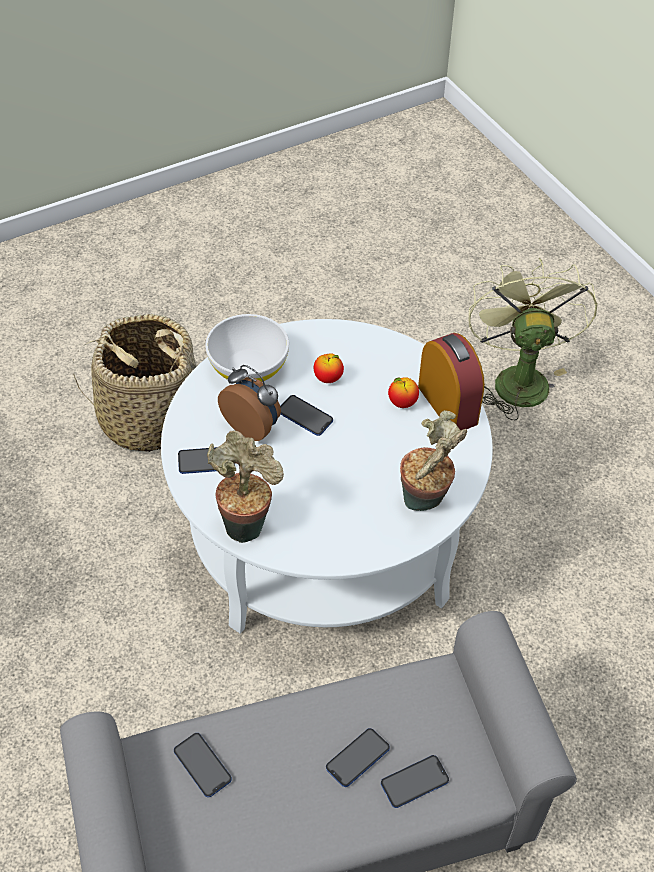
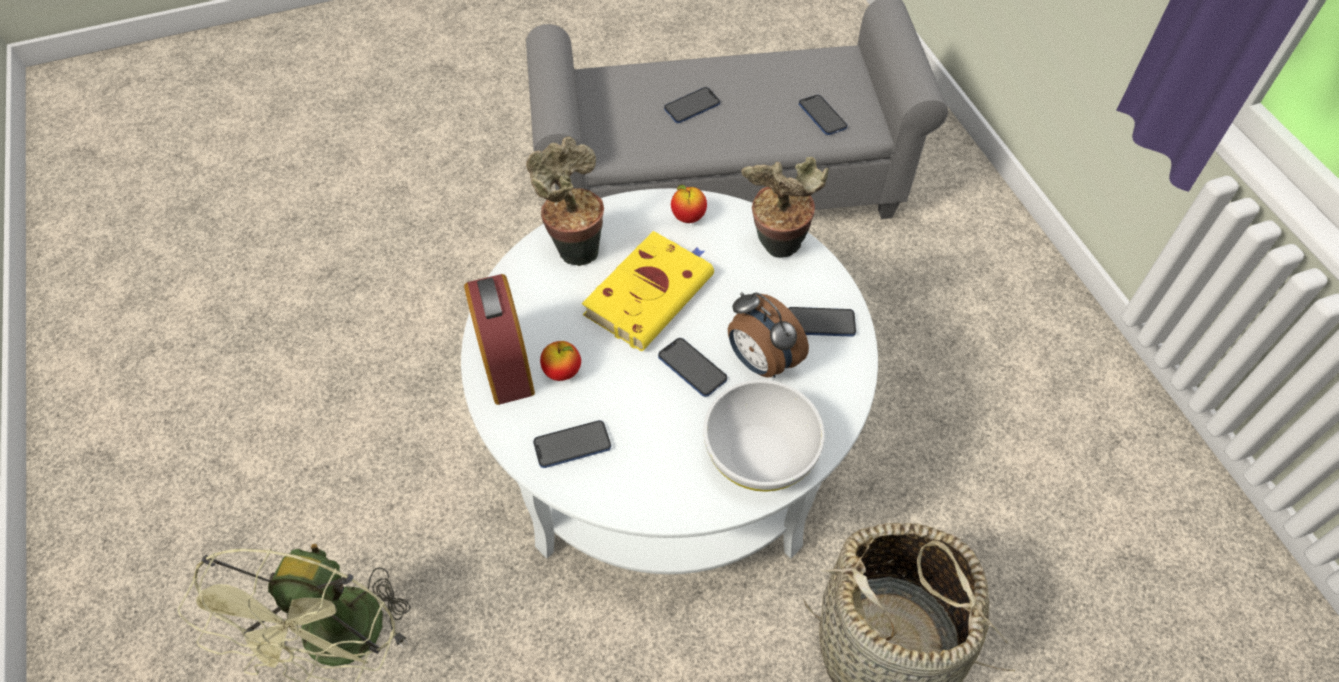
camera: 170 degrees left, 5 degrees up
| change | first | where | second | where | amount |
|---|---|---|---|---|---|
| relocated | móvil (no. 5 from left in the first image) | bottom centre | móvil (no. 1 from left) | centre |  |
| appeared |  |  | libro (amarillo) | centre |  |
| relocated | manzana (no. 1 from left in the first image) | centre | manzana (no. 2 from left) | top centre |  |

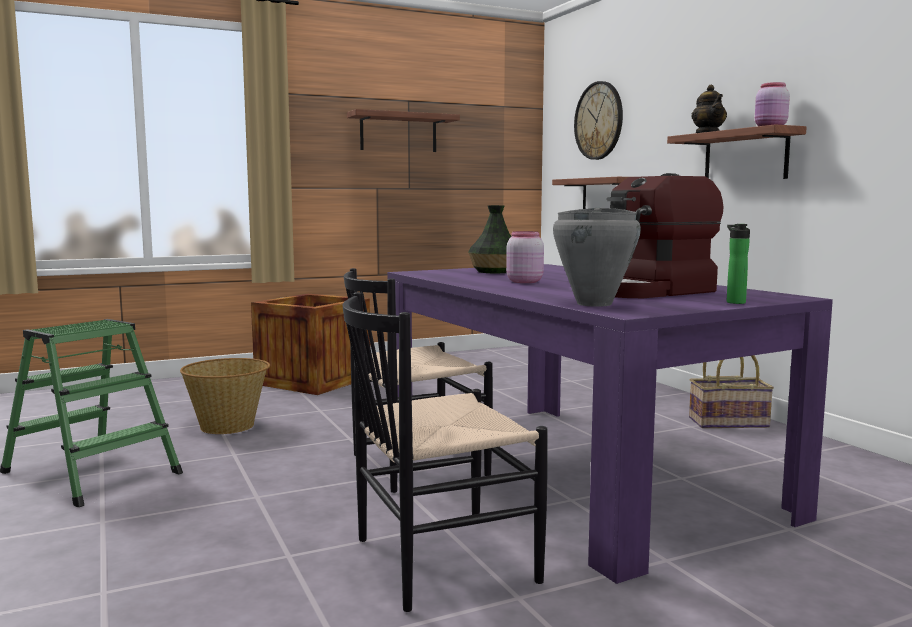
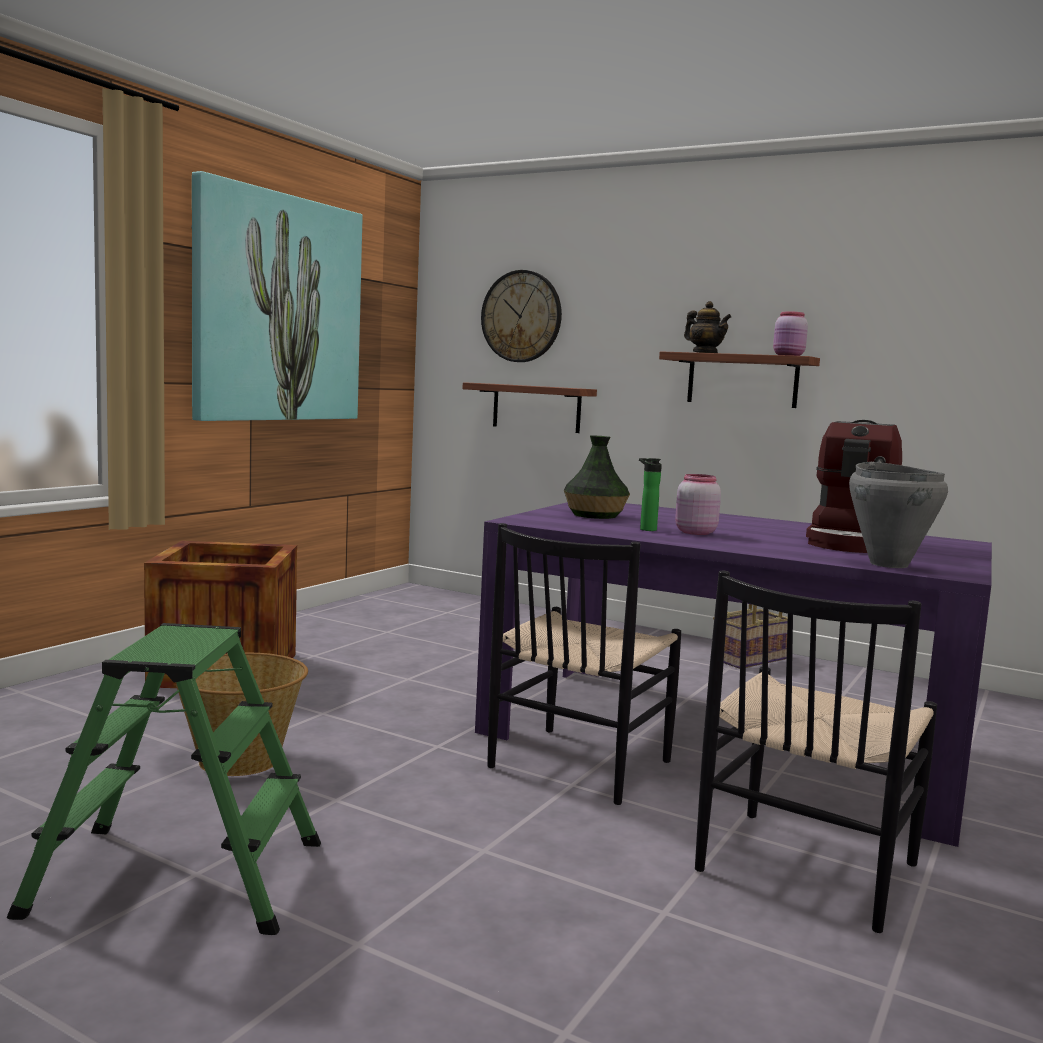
camera: 35 degrees left, 0 degrees up
| change | first | where | second | where | amount |
|---|---|---|---|---|---|
| exchanged | estante (no. 1 from left) | top centre | cuadro | top left |  |
| relocated | botella | middle right |  | centre |  |

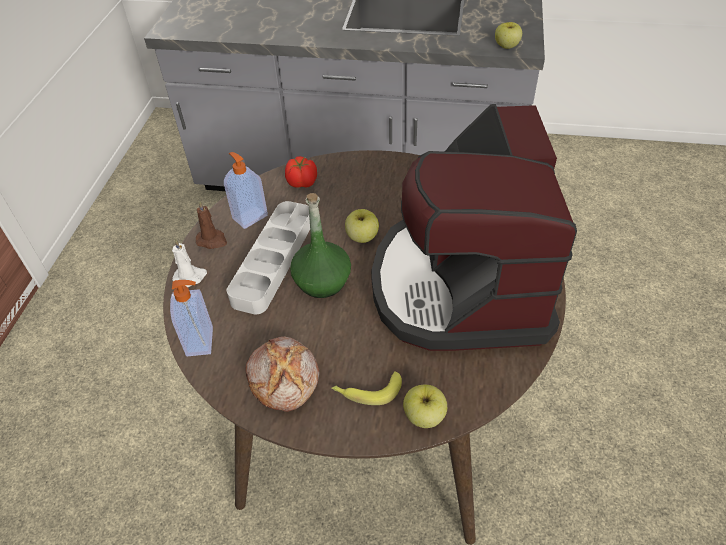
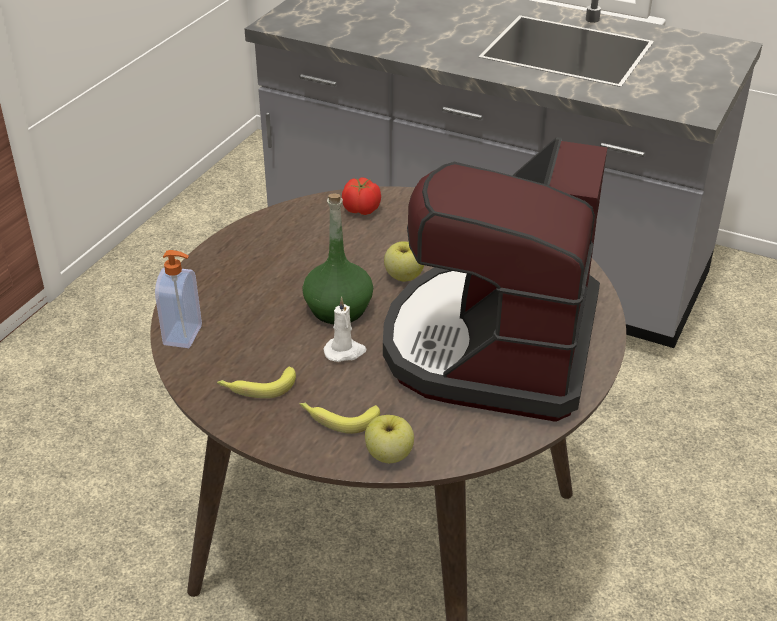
camera: 15 degrees right, 10 degrees down
| change | first | where | second | where | amount |
|---|---|---|---|---|---|
| exchanged | pan | bottom centre | plátano (no. 1 from left) | middle left |  |
| relocated | vela (blanco) | middle left |  | centre |  |
| missing | vela (marrón) | middle left |  |  |  |
| missing | dispensador de jabón (no. 2 from left) | centre |  |  |  |
| missing | bandeja (gris) | centre |  |  |  |
| missing | manzana (no. 3 from left) | top right |  |  |  |

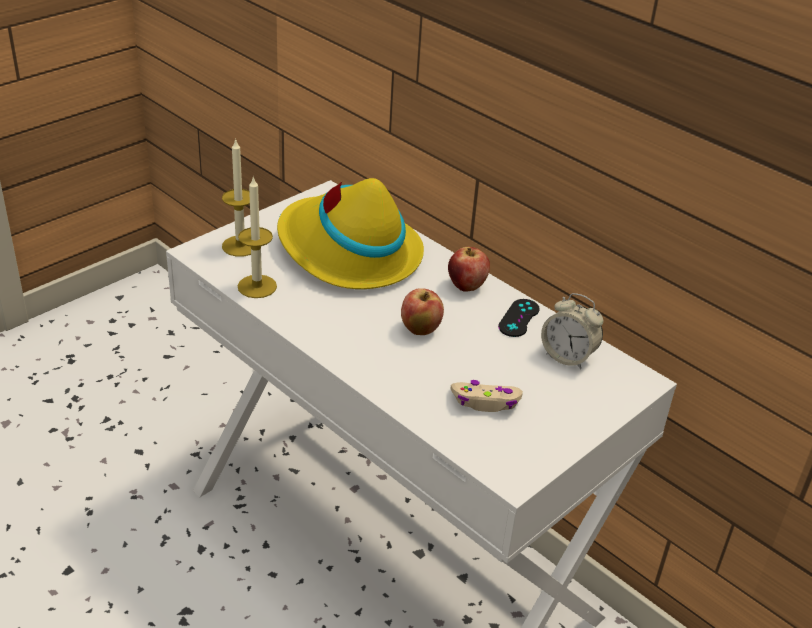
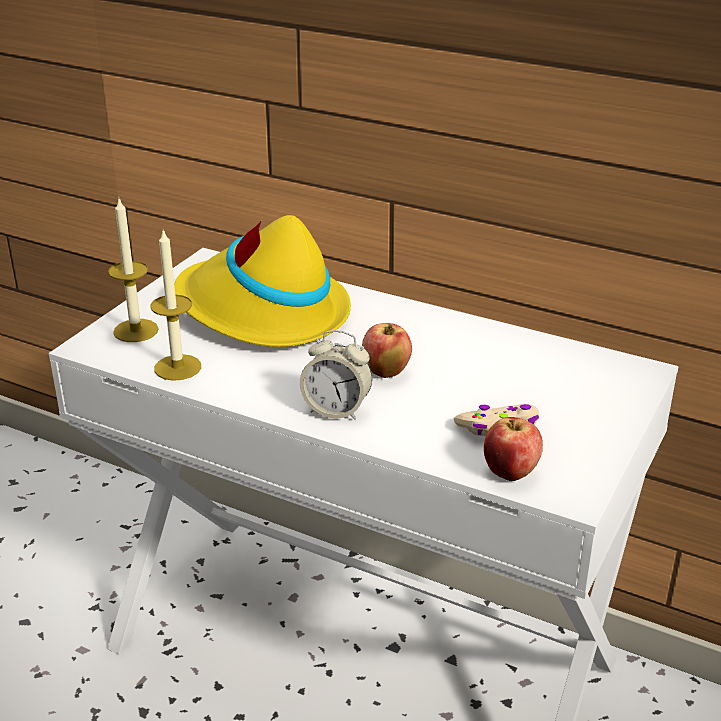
camera: 15 degrees left, 5 degrees down
| change | first | where | second | where | amount |
|---|---|---|---|---|---|
| relocated | despertador | middle right |  | centre |  |
| relocated | manzana (no. 2 from left) | centre |  | middle right |  |
| missing | mando de consola (negro) | centre |  |  |  |

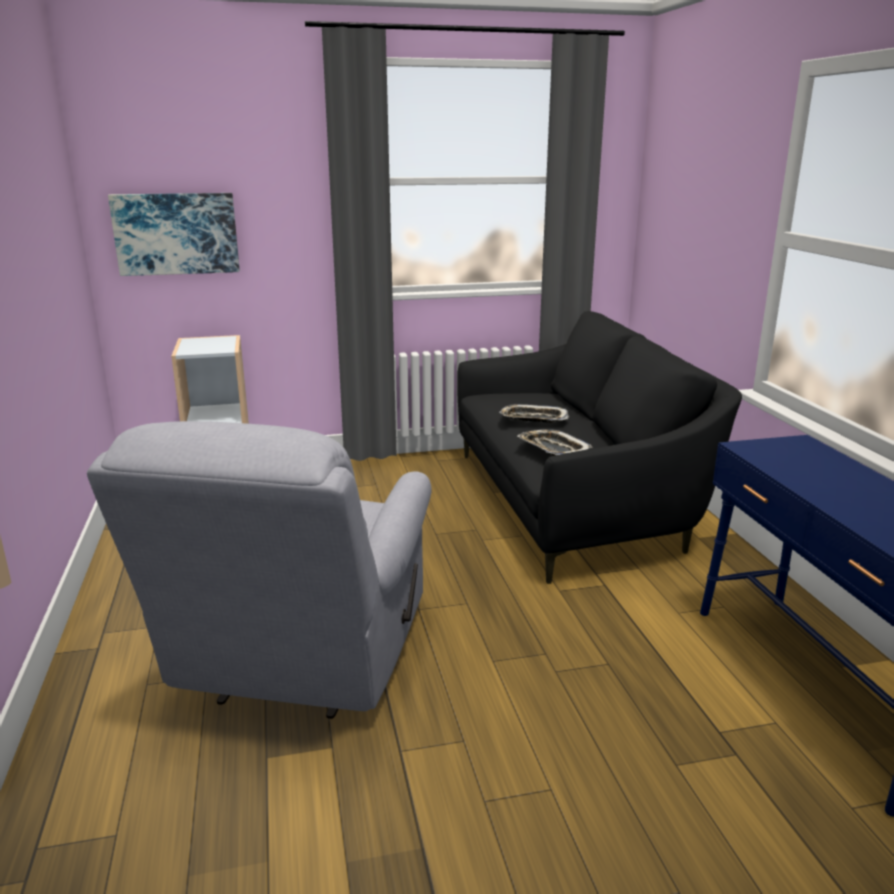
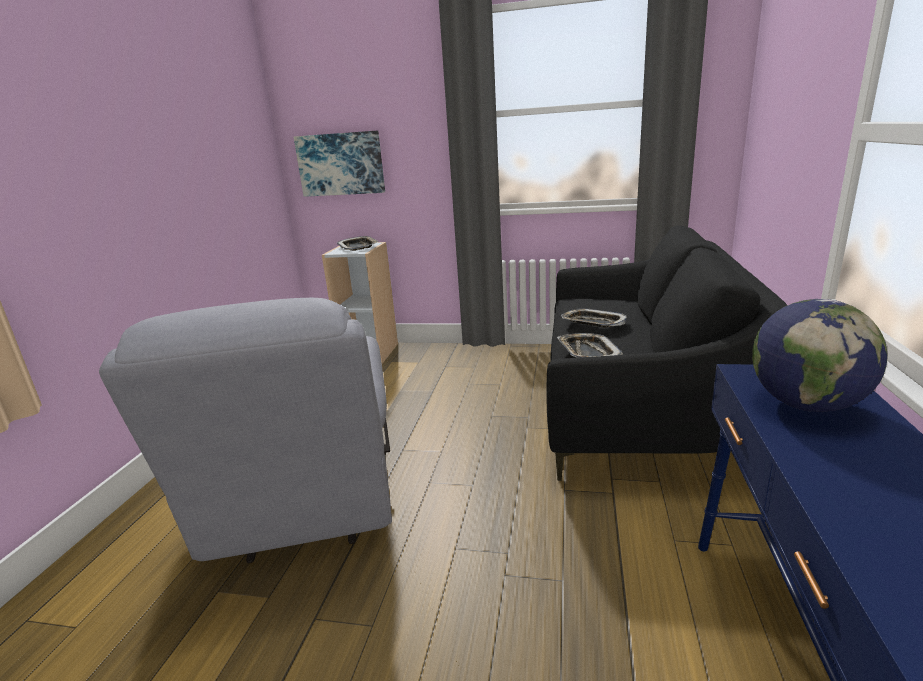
camera: 25 degrees right, 0 degrees up
| change | first | where | second | where | amount |
|---|---|---|---|---|---|
| spun | sillón (gris) | middle left |  | middle left | 45 degrees counterclockwise |
| appeared |  |  | bandeja (no. 1 from left) | centre |  |
| appeared |  |  | globo terráqueo | middle right |  |

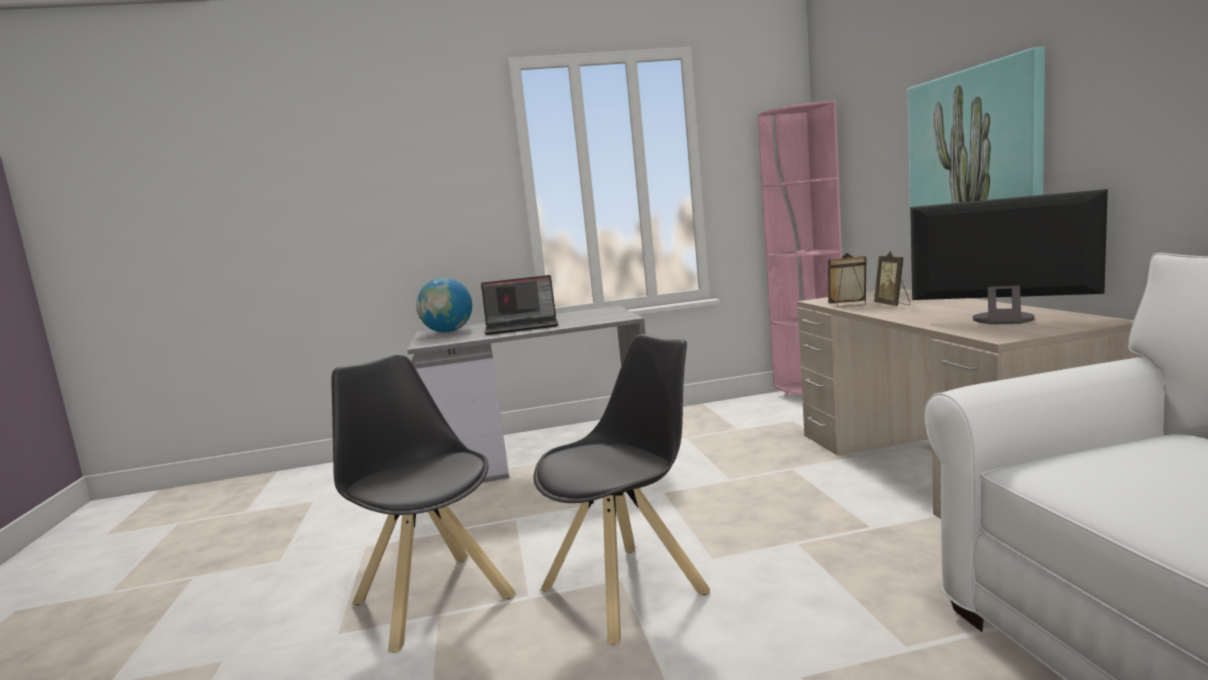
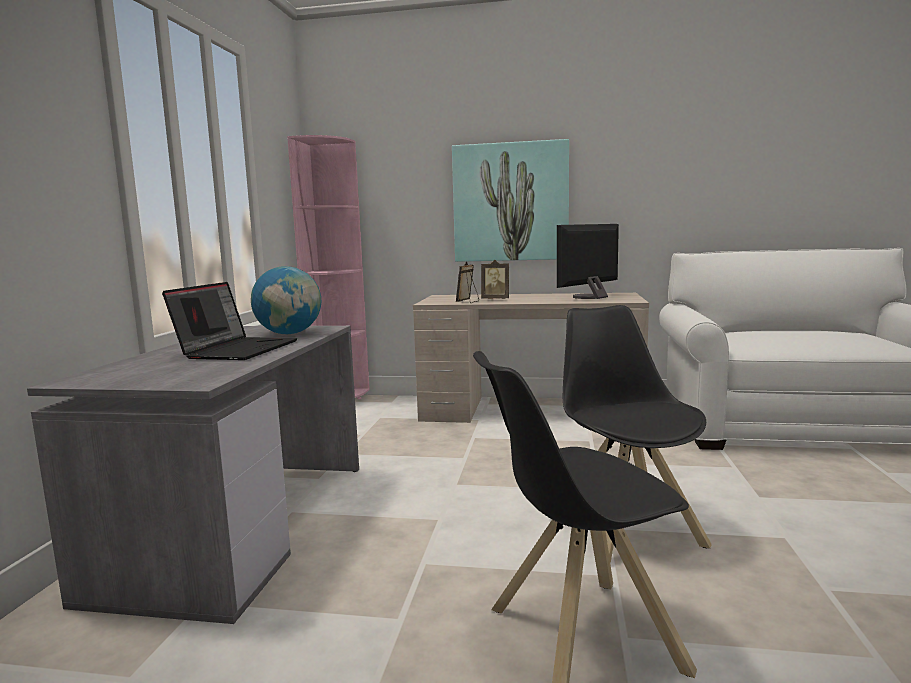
camera: 70 degrees left, 0 degrees up
| change | first | where | second | where | amount |
|---|---|---|---|---|---|
| relocated | globo terráqueo | centre |  | middle left |  |

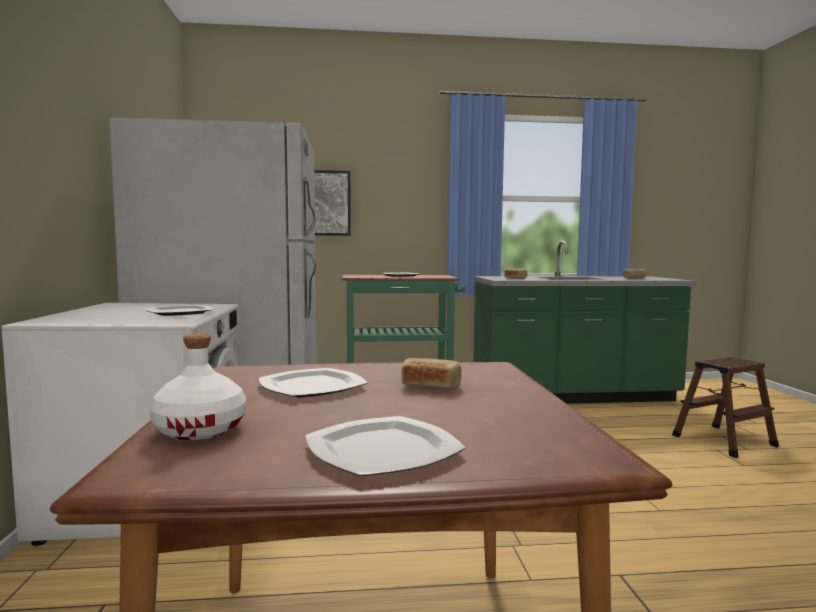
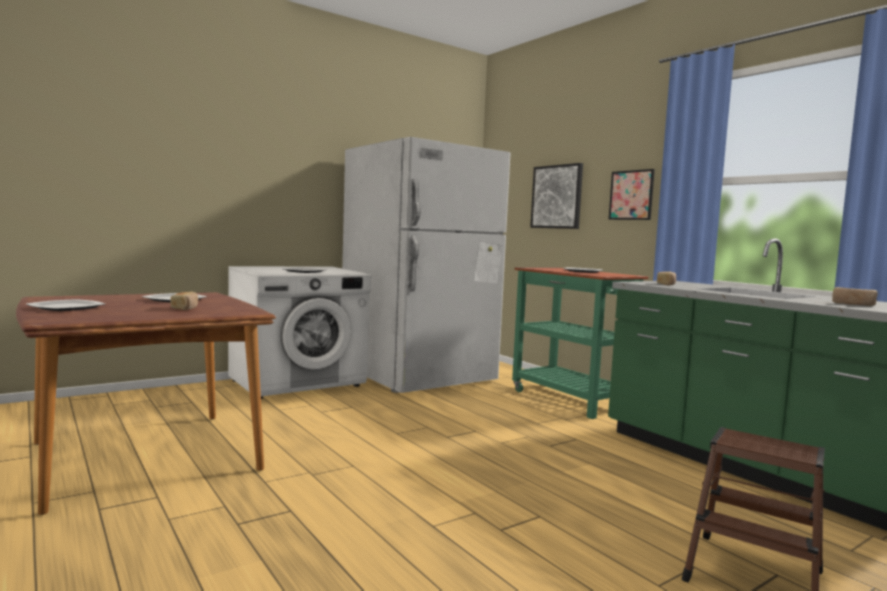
camera: 60 degrees right, 0 degrees up
| change | first | where | second | where | amount |
|---|---|---|---|---|---|
| appeared |  |  | cuadro (no. 2 from left) | top right |  |
| missing | botella (blanco) | middle left |  |  |  |

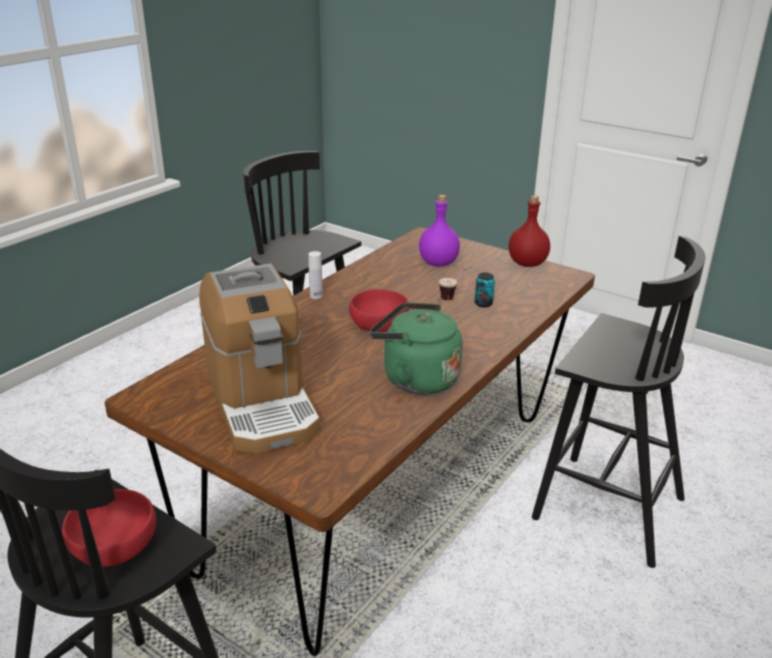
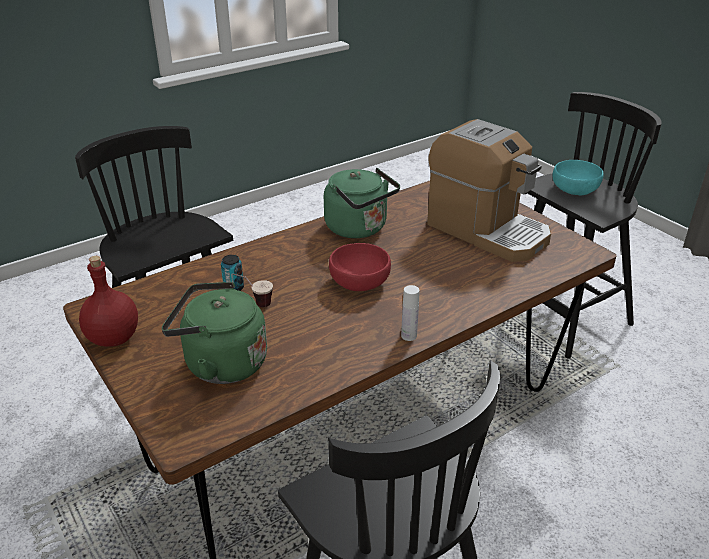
camera: 160 degrees left, 5 degrees up
| change | first | where | second | where | amount |
|---|---|---|---|---|---|
| exchanged | botella (morado) | centre | hervidor (verde) (no. 1 from left) | middle left |  |
| spun | cafetera | centre |  | middle right | 135 degrees clockwise |
| colour | cuenco (rojo) (no. 1 from left) | bottom left | cuenco (turquesa) | top right |  |

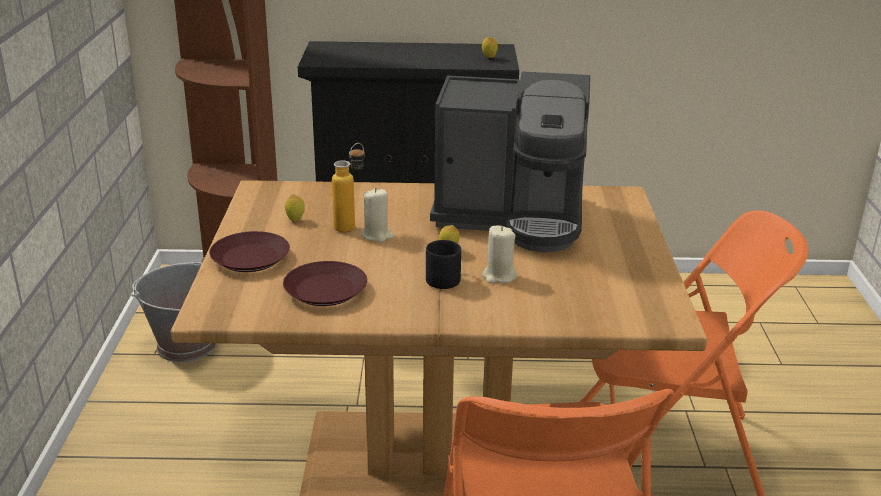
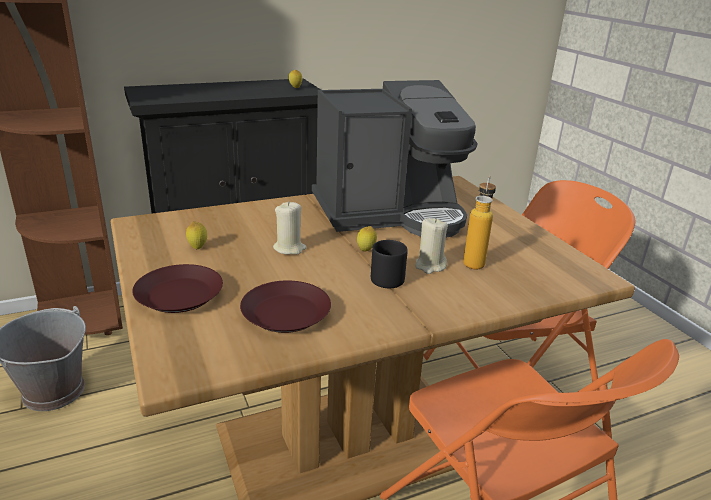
camera: 25 degrees left, 0 degrees up
| change | first | where | second | where | amount |
|---|---|---|---|---|---|
| relocated | botella | centre |  | middle right |  |

